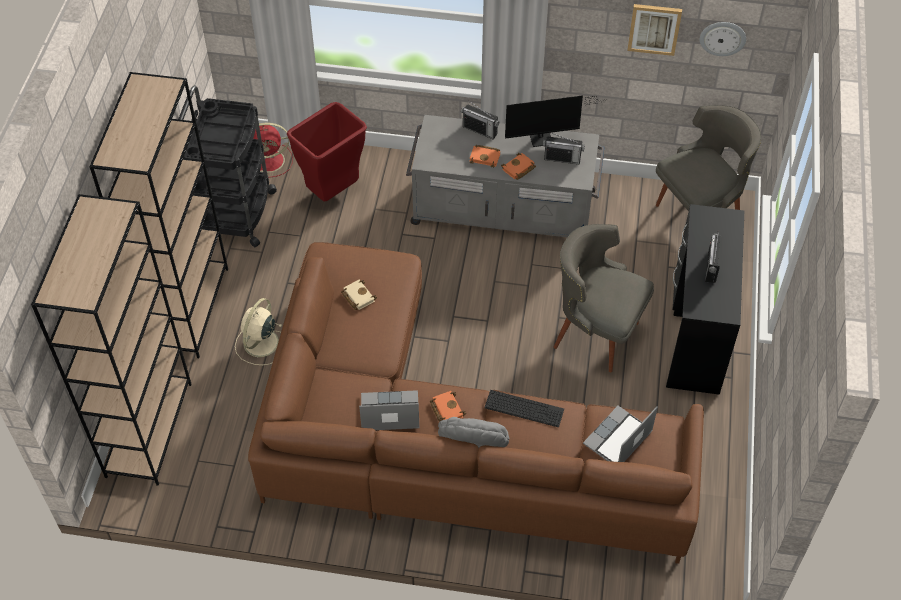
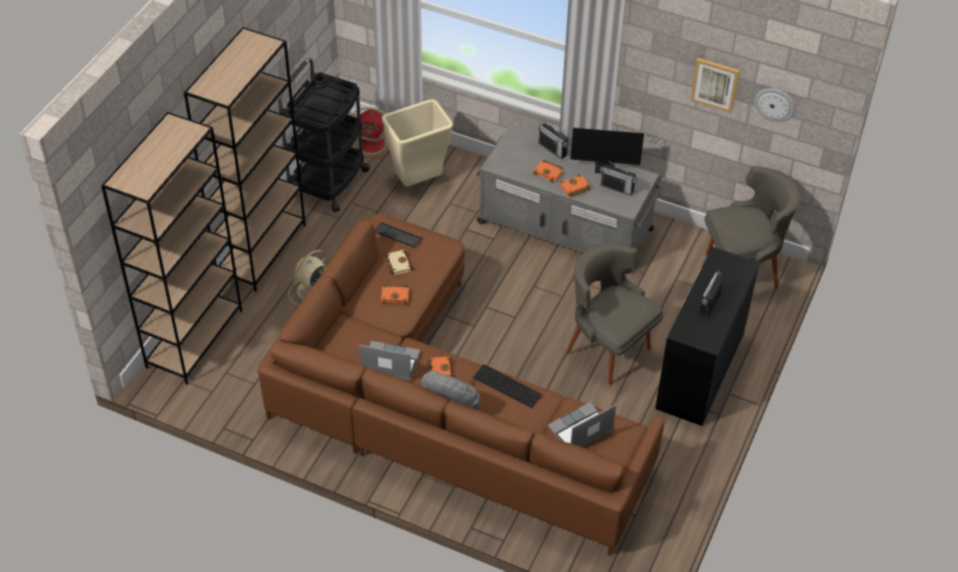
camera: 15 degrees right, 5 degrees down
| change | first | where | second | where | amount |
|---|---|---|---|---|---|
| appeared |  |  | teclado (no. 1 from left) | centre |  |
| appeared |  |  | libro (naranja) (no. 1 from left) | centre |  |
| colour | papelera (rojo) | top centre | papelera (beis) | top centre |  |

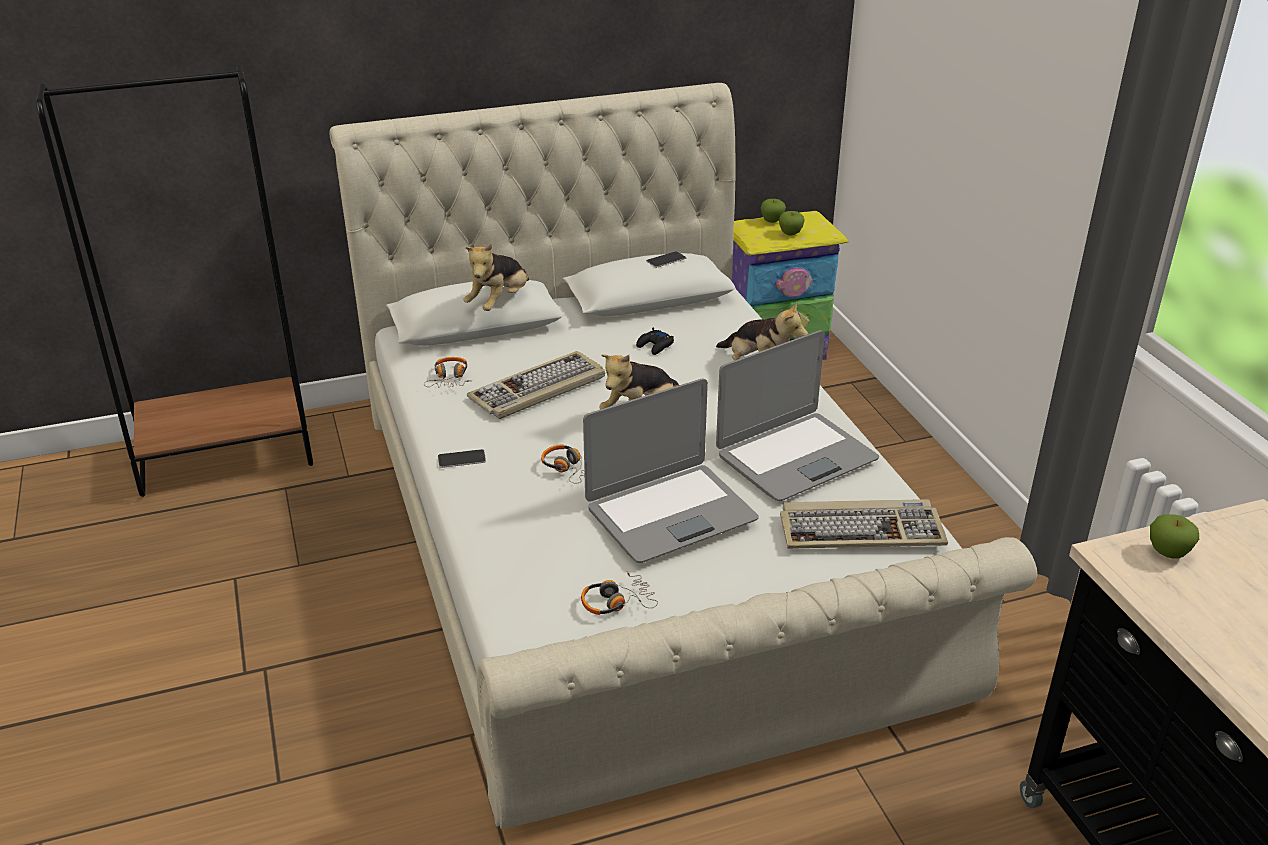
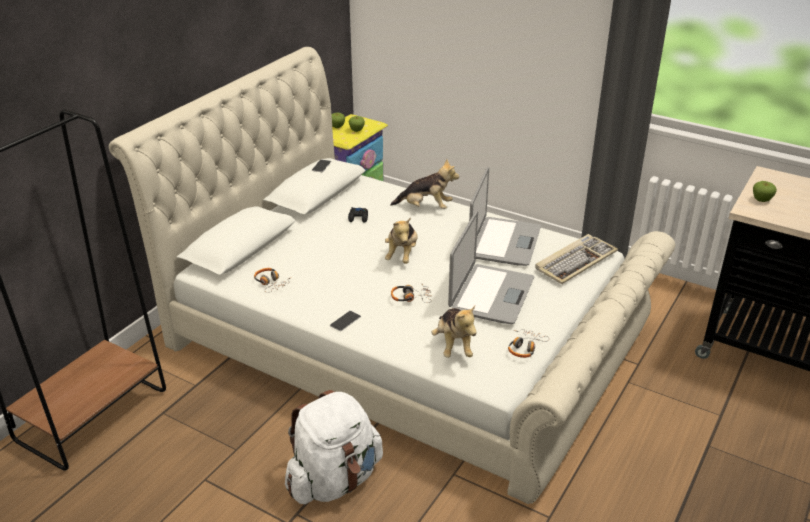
camera: 40 degrees left, 0 degrees up
| change | first | where | second | where | amount |
|---|---|---|---|---|---|
| appeared |  |  | mochila (blanco) | bottom centre |  |
| relocated | peluche (no. 1 from left in the first image) | top centre | peluche (no. 3 from left) | centre |  |
| missing | teclado (no. 1 from left) | centre |  |  |  |

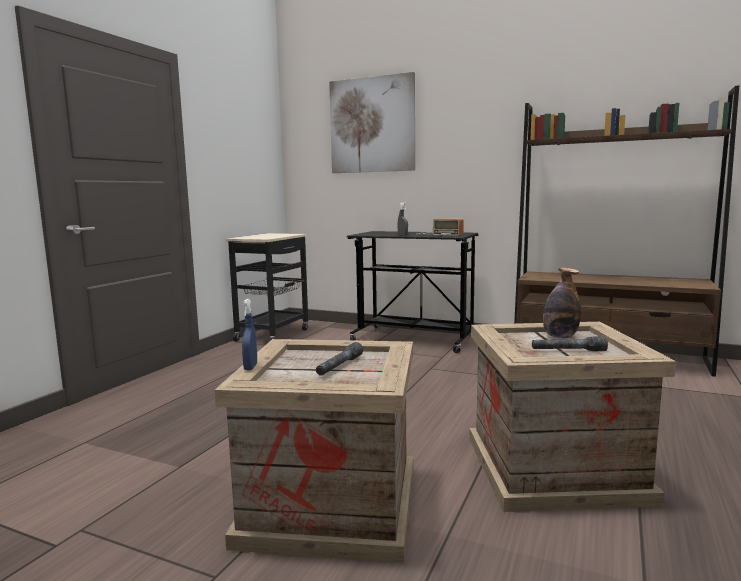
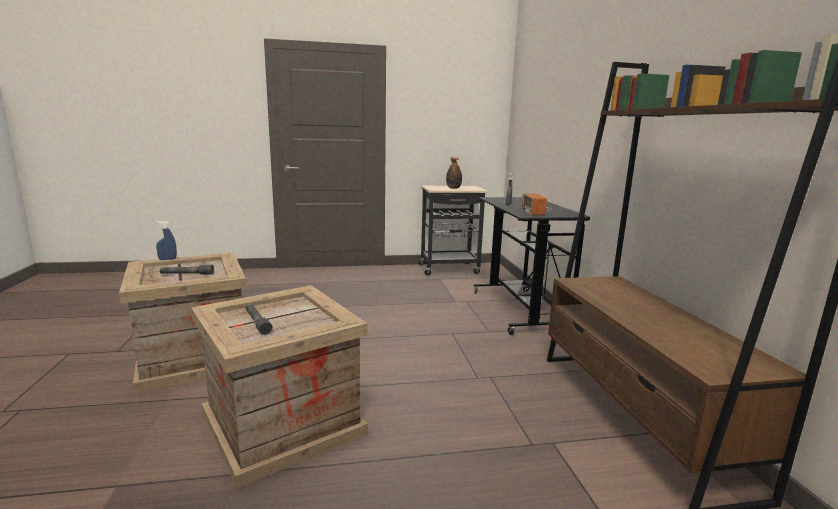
camera: 55 degrees right, 5 degrees up
| change | first | where | second | where | amount |
|---|---|---|---|---|---|
| relocated | botella | middle right |  | centre |  |
| missing | cuadro | top centre |  |  |  |

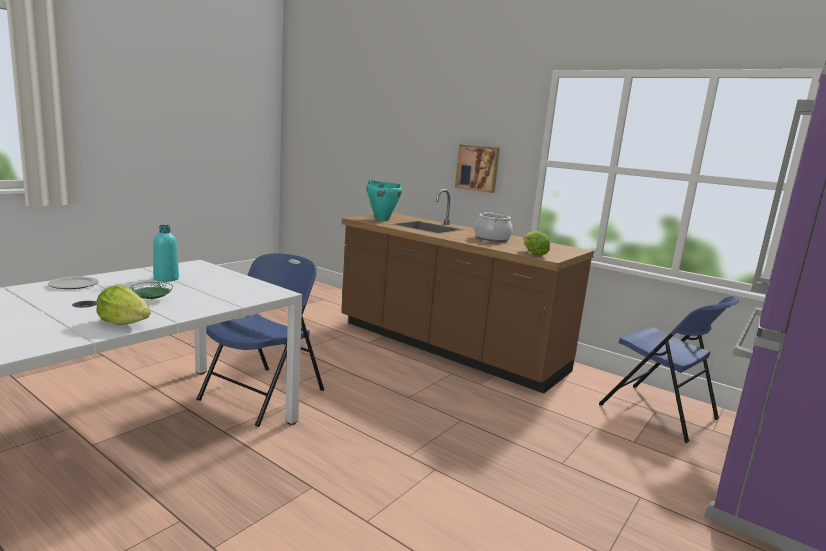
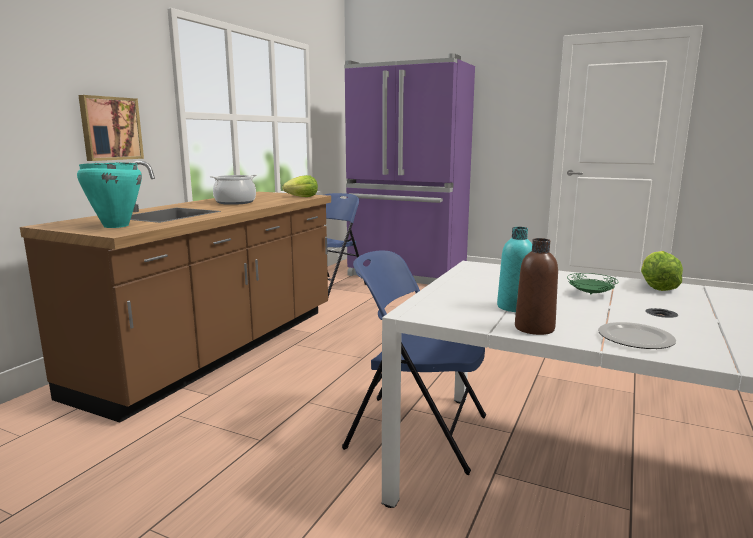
camera: 100 degrees left, 0 degrees up
| change | first | where | second | where | amount |
|---|---|---|---|---|---|
| appeared |  |  | botella (marrón) | middle right |  |

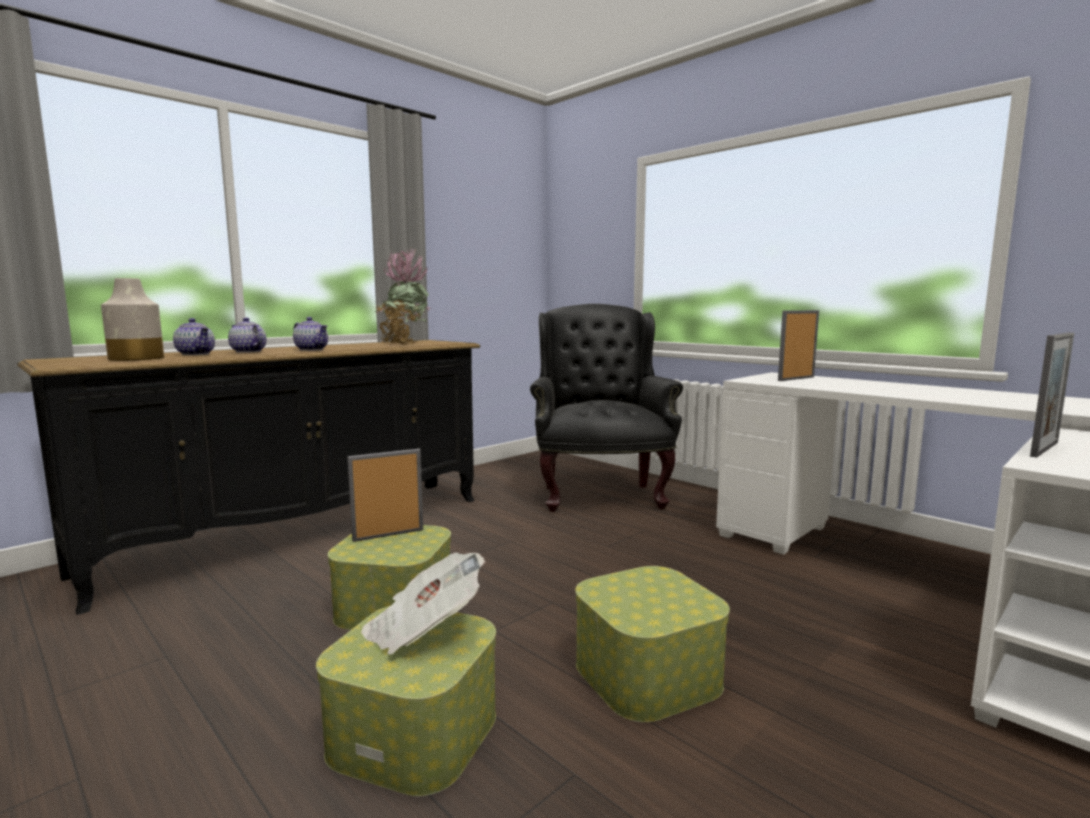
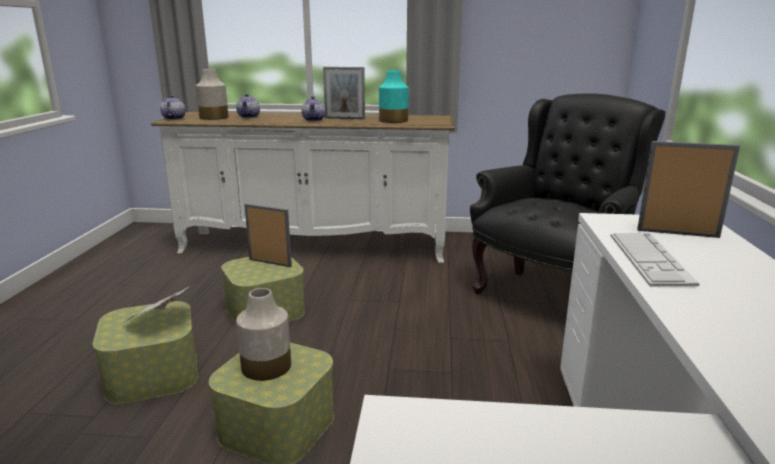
camera: 50 degrees right, 10 degrees up
| change | first | where | second | where | amount |
|---|---|---|---|---|---|
| colour | cómoda (negro) | middle left | cómoda (blanco) | centre |  |
| relocated | tetera (no. 2 from left in the first image) | middle left | tetera (no. 1 from left) | top left |  |
| appeared |  |  | florero (beis) (no. 2 from left) | bottom centre |  |
| relocated | portarretratos (no. 3 from left in the first image) | middle right | portarretratos (no. 2 from left) | top centre |  |
| exchanged | planta en maceta | centre | florero (turquesa) | top centre |  |
| appeared |  |  | teclado | middle right |  |

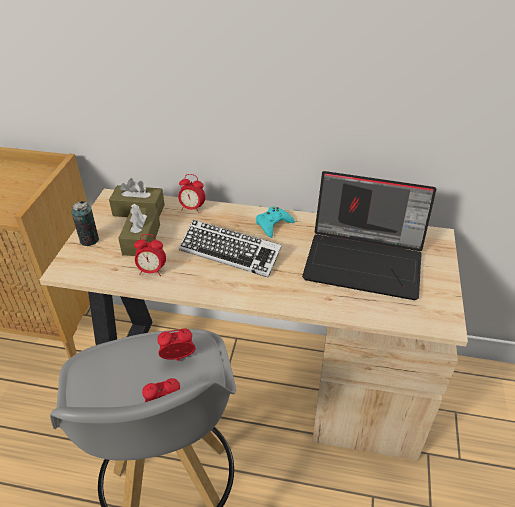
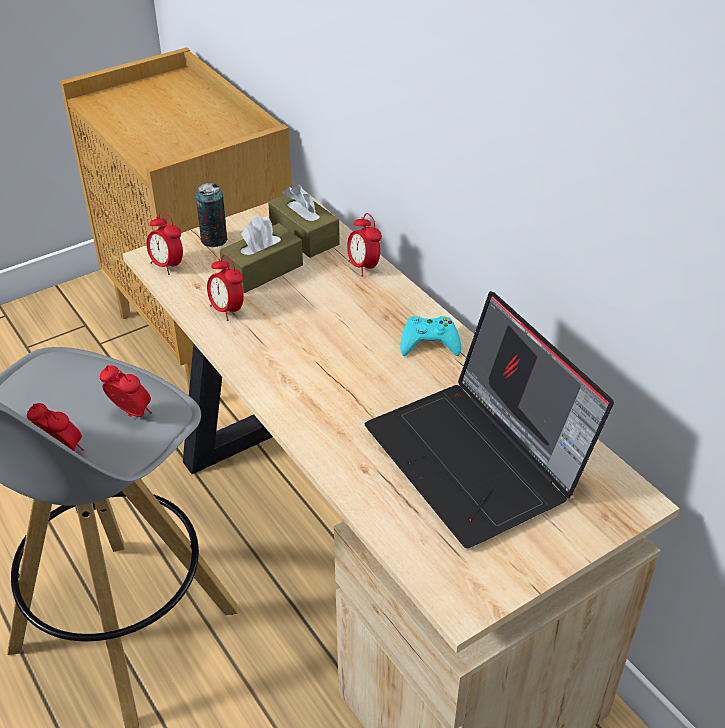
camera: 45 degrees right, 0 degrees up
| change | first | where | second | where | amount |
|---|---|---|---|---|---|
| appeared |  |  | despertador (no. 3 from left) | middle left |  |
| missing | teclado | centre |  |  |  |

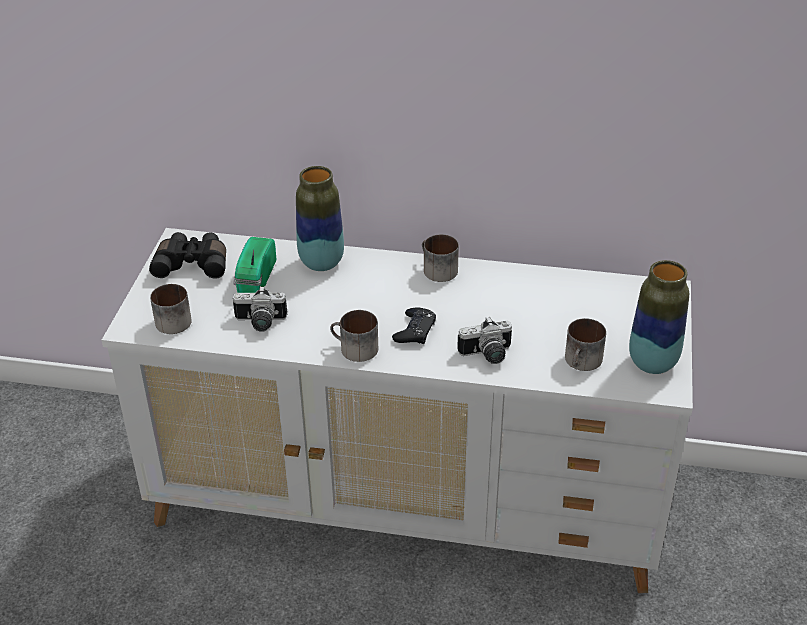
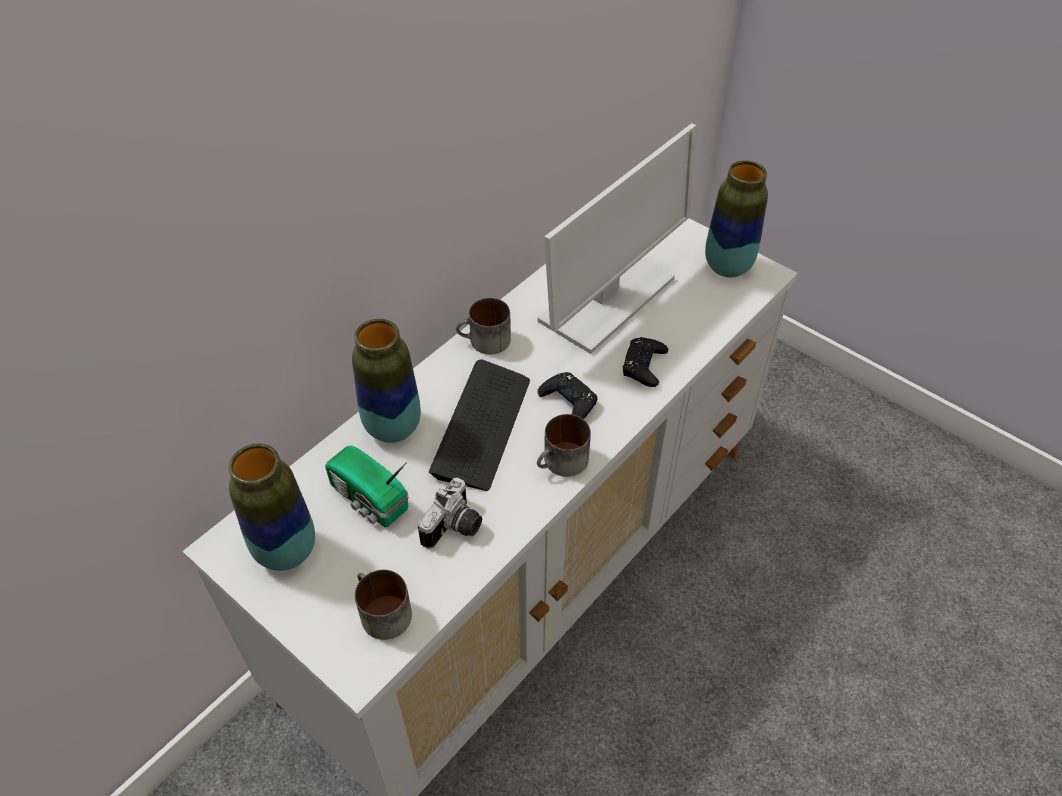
camera: 60 degrees left, 10 degrees up
| change | first | where | second | where | amount |
|---|---|---|---|---|---|
| exchanged | prismáticos (negro) | middle left | florero (no. 1 from left) | middle left |  |
| appeared |  |  | teclado | centre |  |
| appeared |  |  | monitor | top centre |  |
| exchanged | cámara (no. 2 from left) | centre | mando de consola (negro) (no. 2 from left) | centre |  |
| missing | taza grande (no. 4 from left) | middle right |  |  |  |

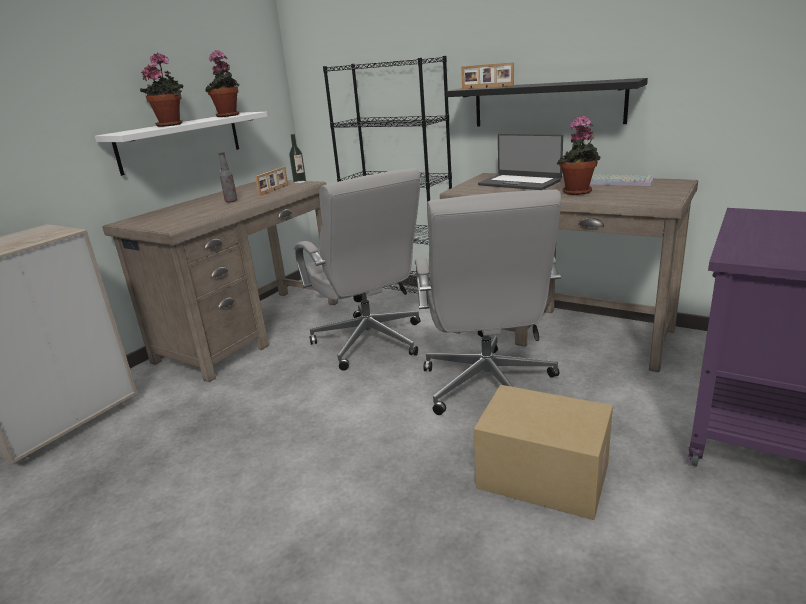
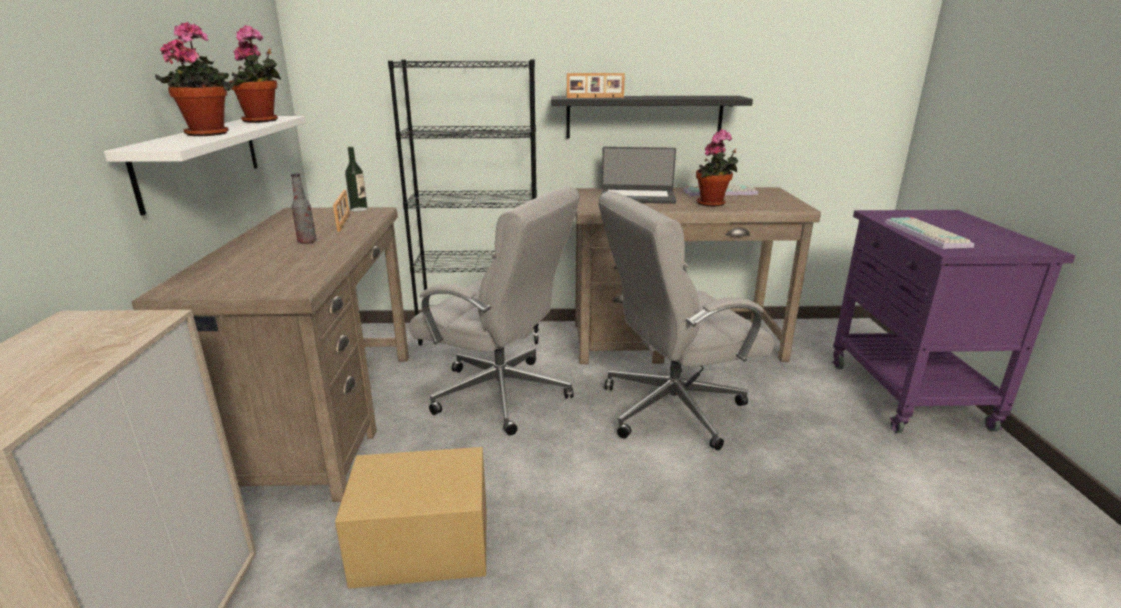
camera: 35 degrees left, 0 degrees up
| change | first | where | second | where | amount |
|---|---|---|---|---|---|
| relocated | caja de cartón | bottom right |  | bottom centre |  |
| spun | silla de oficina (gris) (no. 2 from left) | centre |  | centre | 105 degrees clockwise |
| appeared |  |  | teclado (no. 2 from left) | middle right |  |

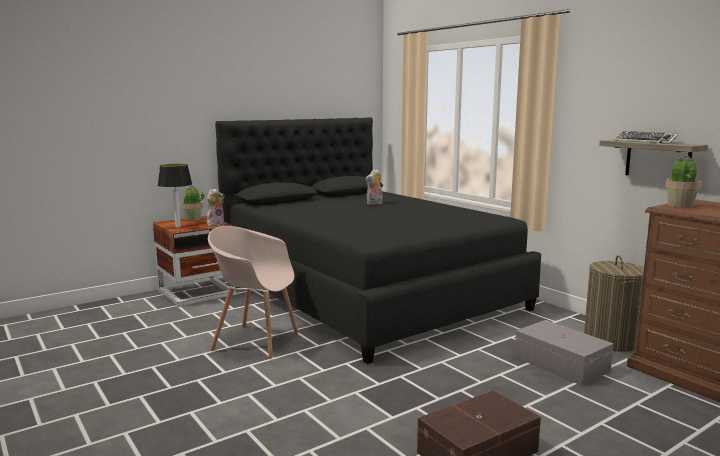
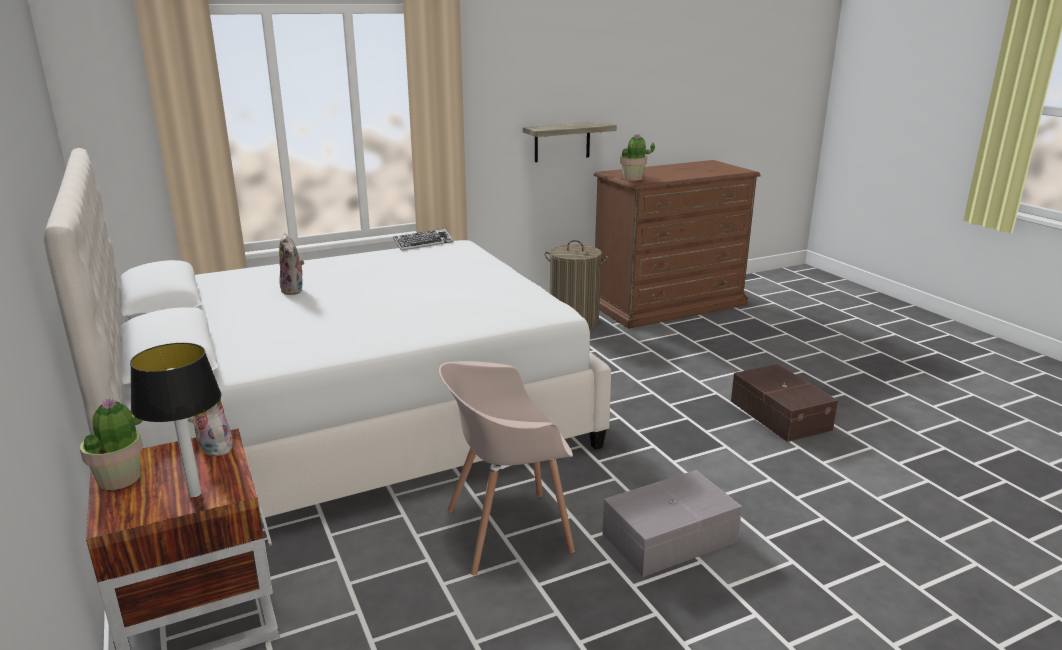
camera: 80 degrees left, 10 degrees up
| change | first | where | second | where | amount |
|---|---|---|---|---|---|
| colour | cama (negro) | centre | cama (blanco) | middle left |  |
| relocated | teclado | top right |  | centre |  |
| spun | silla (beis) | centre |  | bottom centre | 45 degrees clockwise |
| relocated | caja de almacenaje (gris) | bottom right |  | bottom centre |  |

